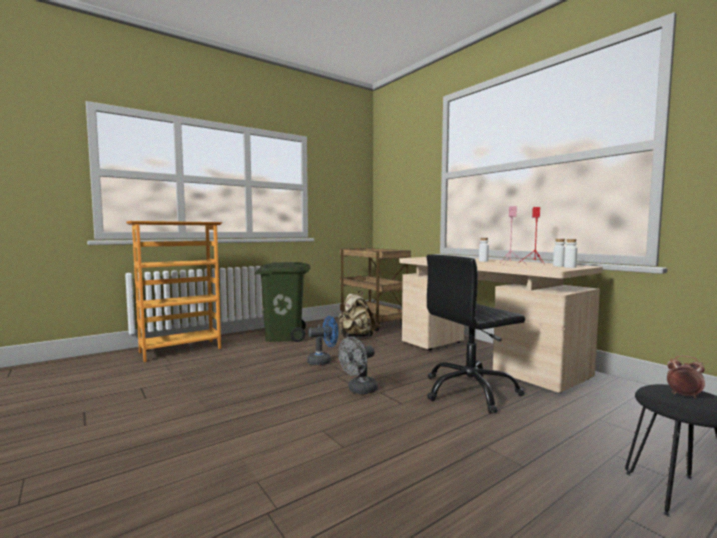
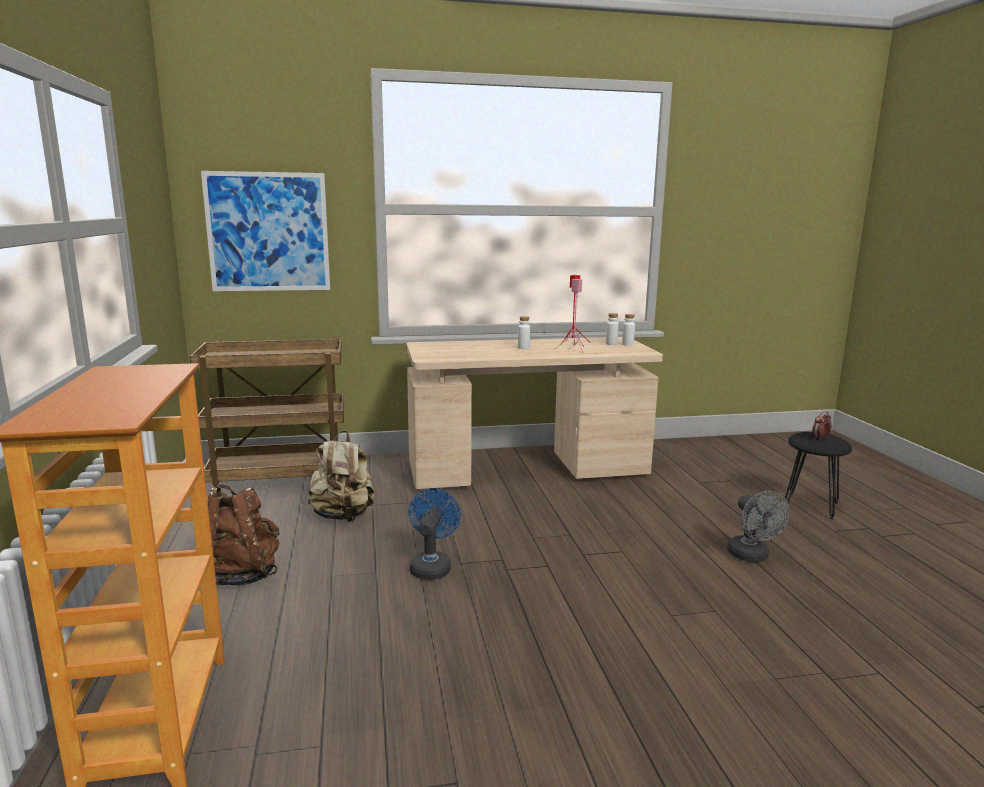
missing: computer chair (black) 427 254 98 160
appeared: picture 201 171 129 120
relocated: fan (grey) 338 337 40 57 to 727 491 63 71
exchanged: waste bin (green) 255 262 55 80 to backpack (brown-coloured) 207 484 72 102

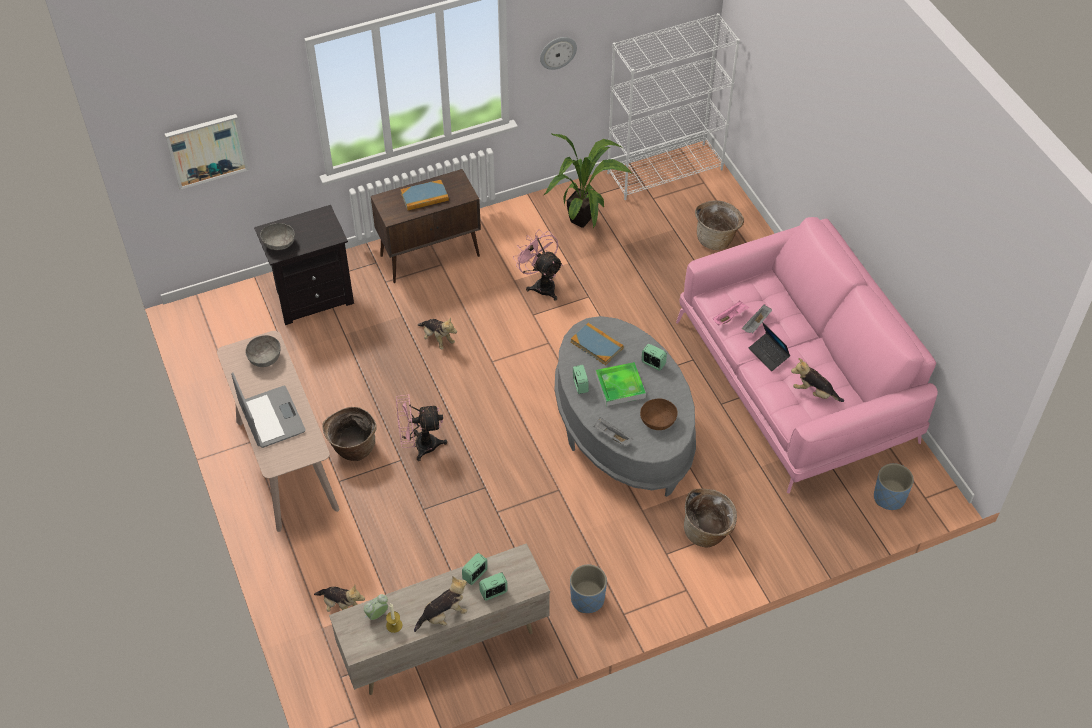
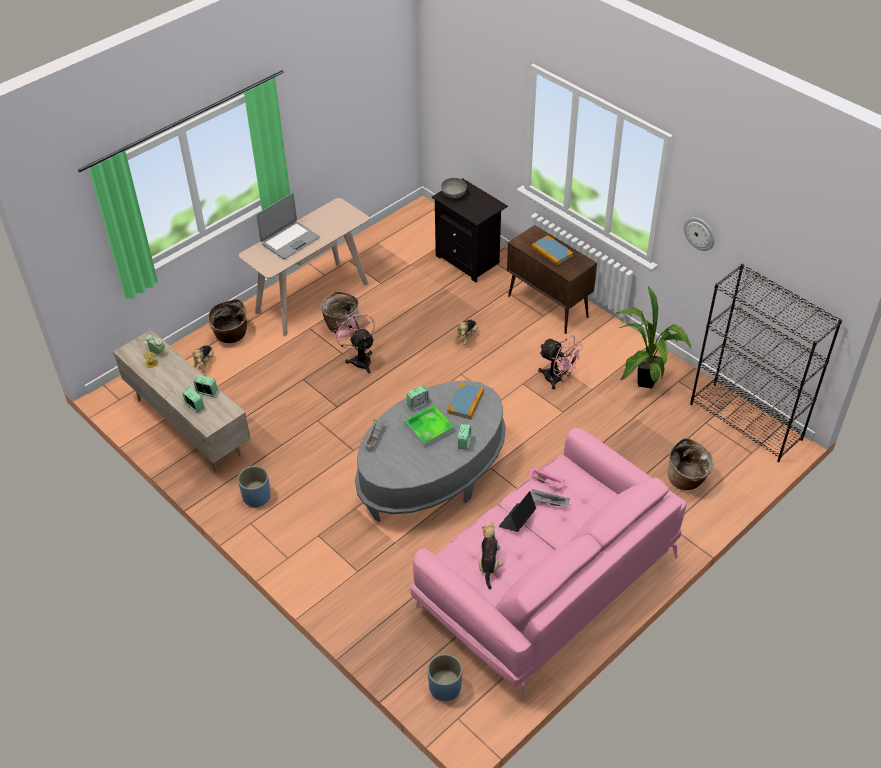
missing: picture 165 114 84 76; deep dish (grey) 245 335 36 32; deep dish (brown-coloured) 640 398 38 32; plush toy 414 576 53 56
relocated: household basket 684 488 53 60 to 208 299 39 44
colour: shelving unit (white) 607 13 133 187 to shelving unit (black) 690 264 152 198
spun: fan (pinkish) 513 229 50 72 = 538 335 45 54 90 degrees clockwise

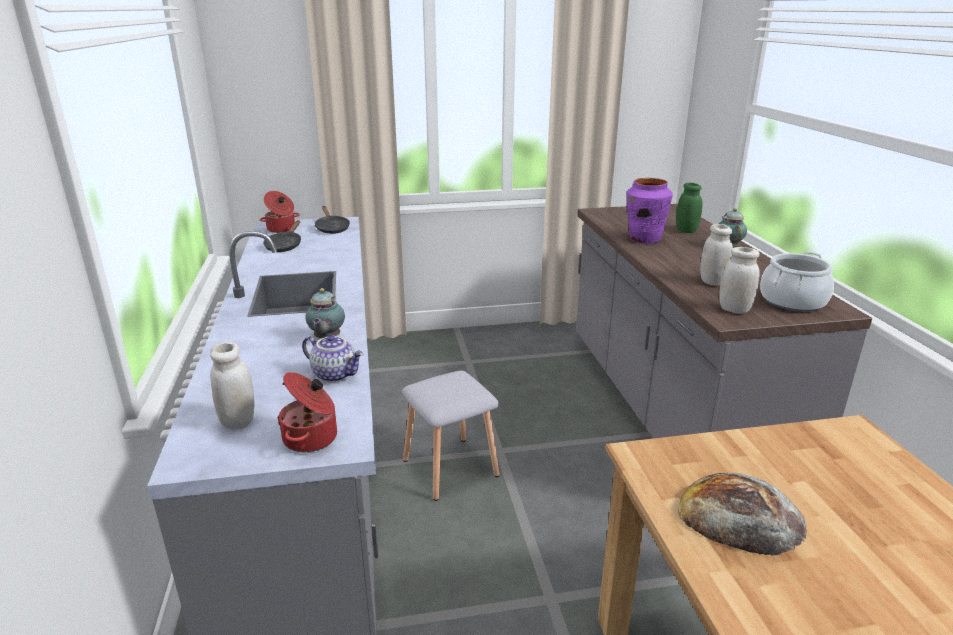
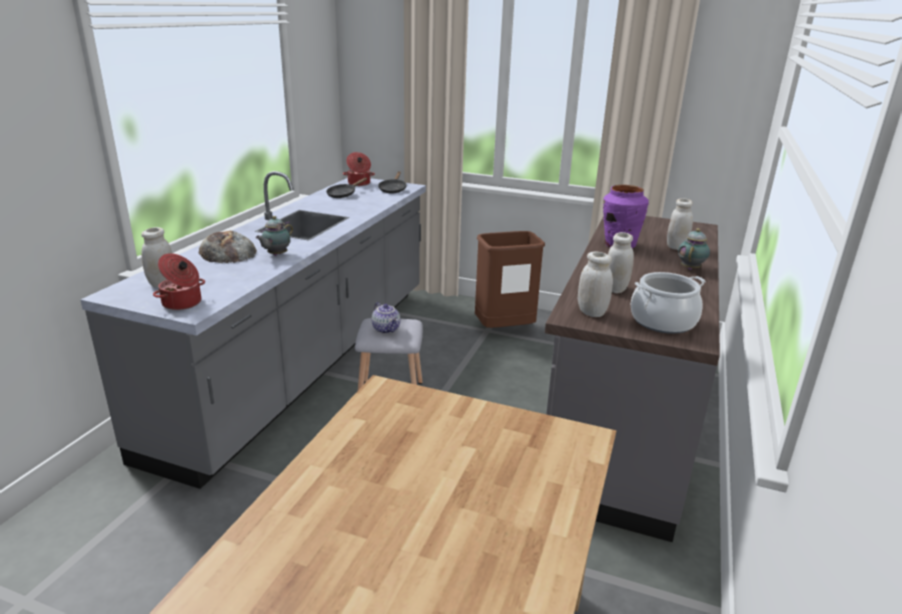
appeared: waste bin (brown-coloured) 475 231 70 97
relocated: teapot 302 335 61 47 to 372 302 28 32; baked bread 678 473 129 83 to 199 231 58 32
colour: storage jar (green) 676 183 26 50 to storage jar (white) 667 198 26 52

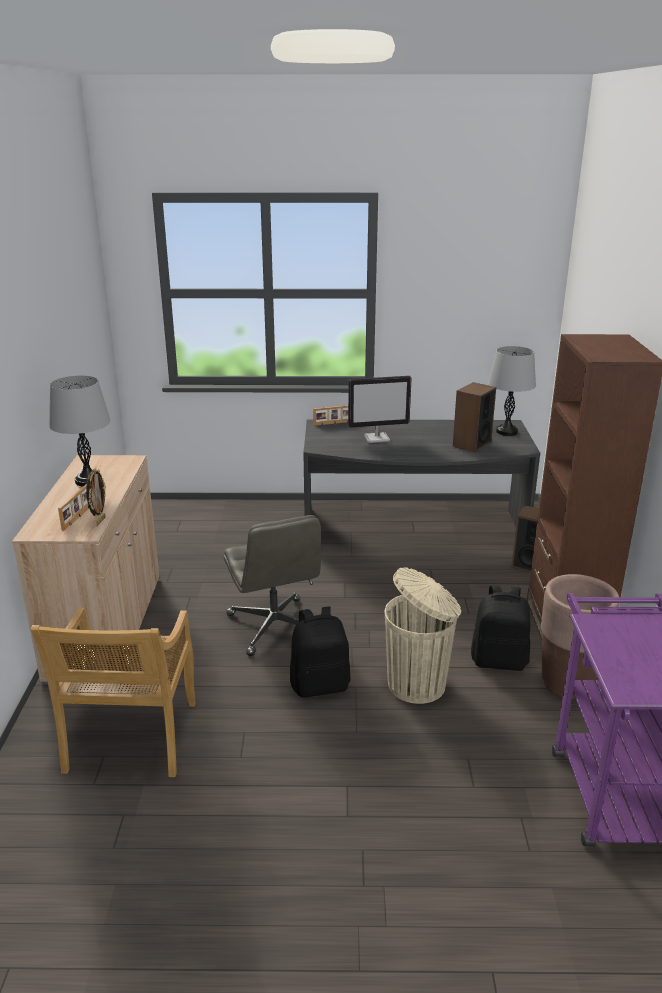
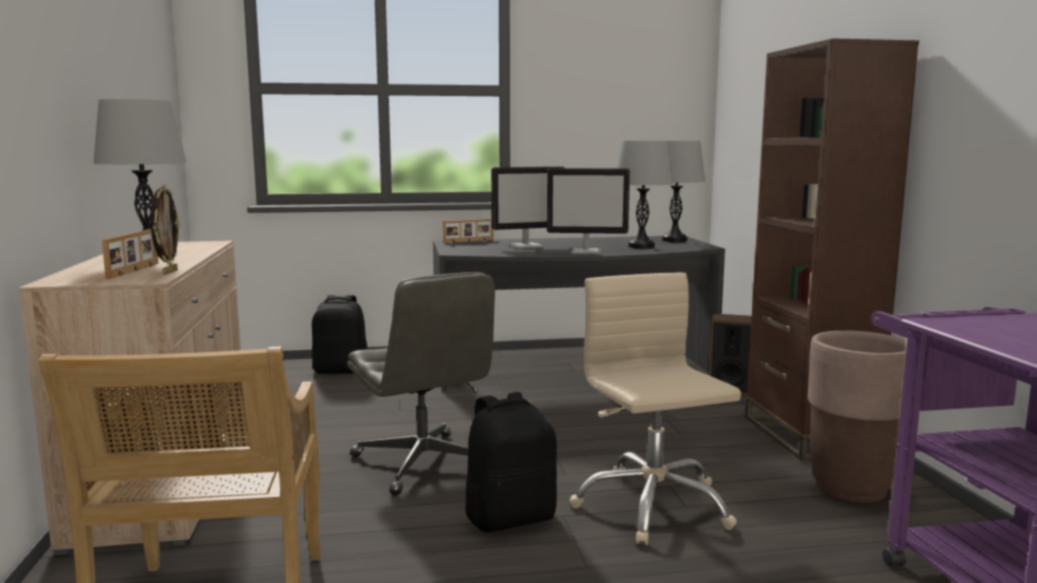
appeared: computer display 547 168 83 86
relocated: backpack (black) 471 585 59 86 to 312 295 56 79
exchanged: loudspeaker 453 382 43 70 to lamp for a table (grey) 617 141 56 107; waste bin (beige) 385 567 76 137 to computer chair (beige) 570 272 171 273

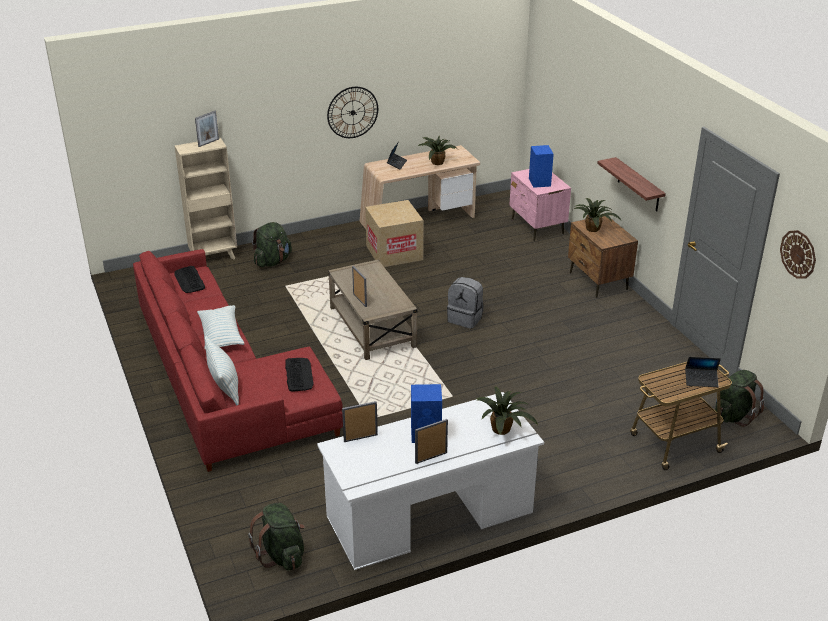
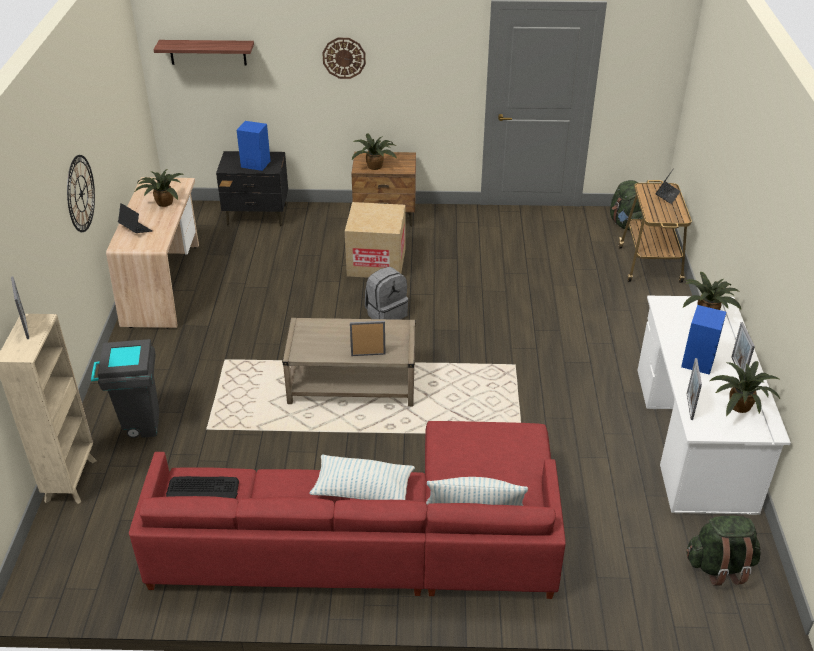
missing: PC keyboard 285 358 29 34
appeared: plant in a pot 710 361 71 55
relocated: shelf 597 157 69 54 to 153 40 101 26; cardboard box 365 200 58 67 to 345 202 60 76; hanging clock 780 230 36 49 to 322 38 44 41
exchanged: backpack (green) 252 222 40 45 to waste bin (grey) 91 339 68 99
colour: nightstand (pinkish) 509 169 62 72 to nightstand (black) 216 151 72 75

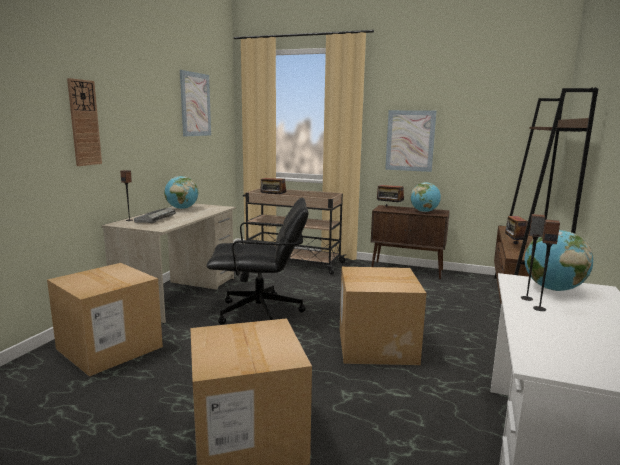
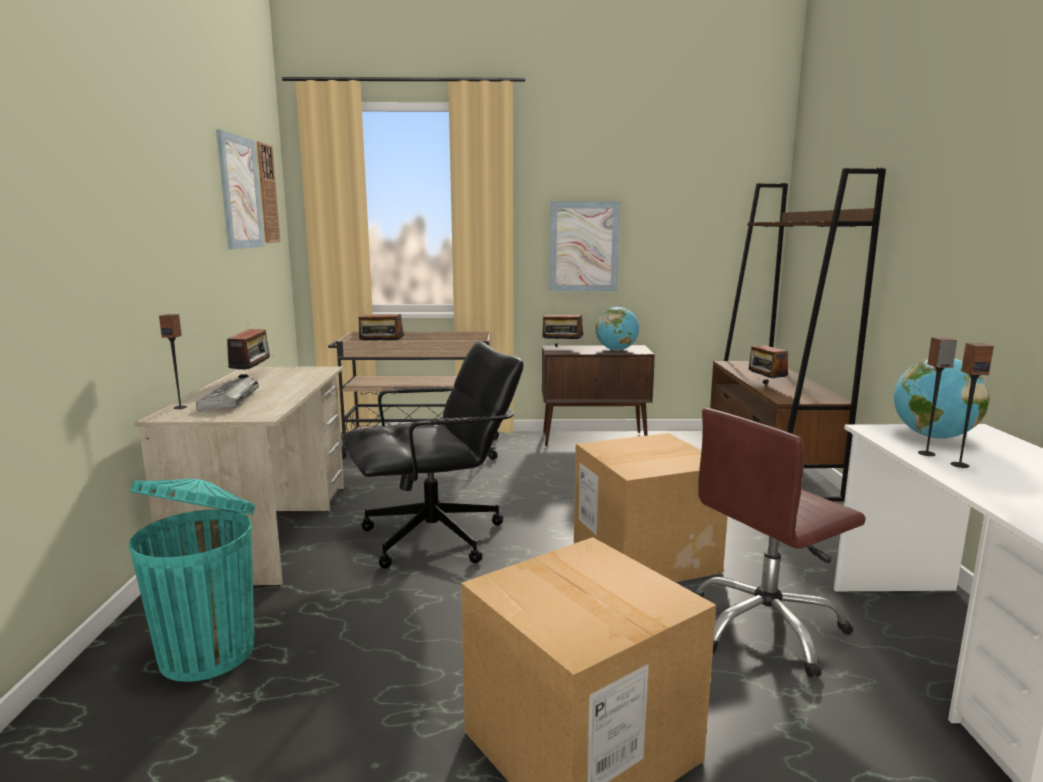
appeared: computer chair (brown-coloured) 692 408 174 269
relocated: hanging clock 67 78 35 88 to 257 141 24 102
exchanged: globe 164 176 34 33 to radio set 222 329 51 50; cardboard box 47 263 116 113 to waste bin (turquoise-coloured) 129 479 127 203

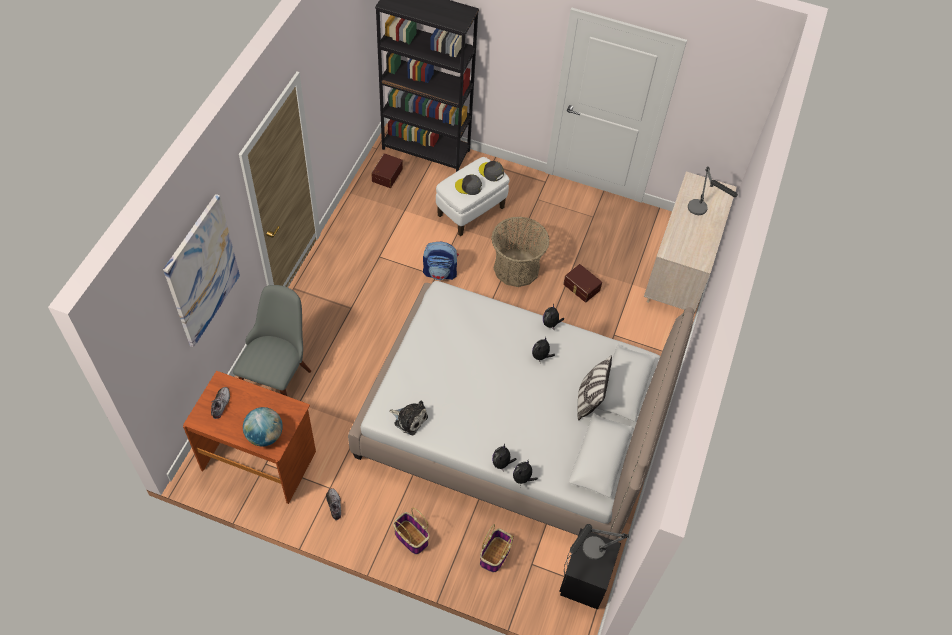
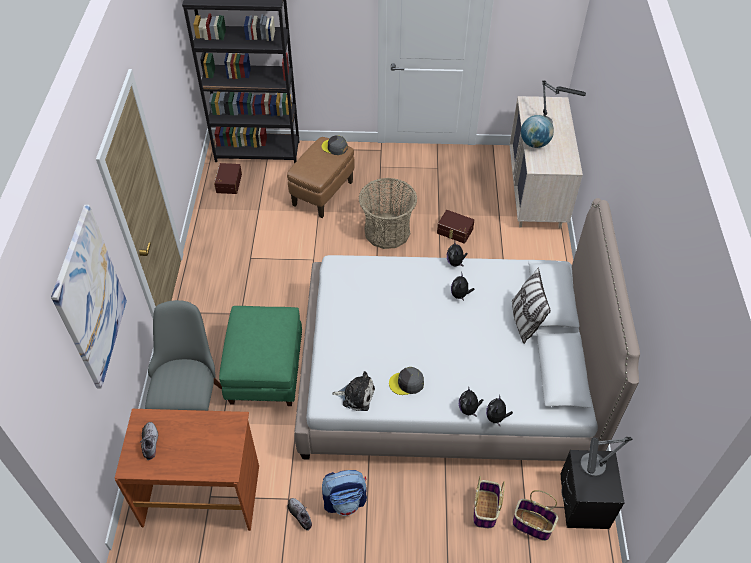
appeared: ottoman (green) 219 306 83 100
relocated: cap (grey) 455 175 27 20 to 389 367 35 28; backpack 423 242 36 38 to 322 470 45 46; globe 243 407 40 39 to 521 115 33 33; household basket 393 508 37 46 to 513 490 45 51
colour: ottoman (white) 436 157 73 80 to ottoman (brown-coloured) 287 137 68 81

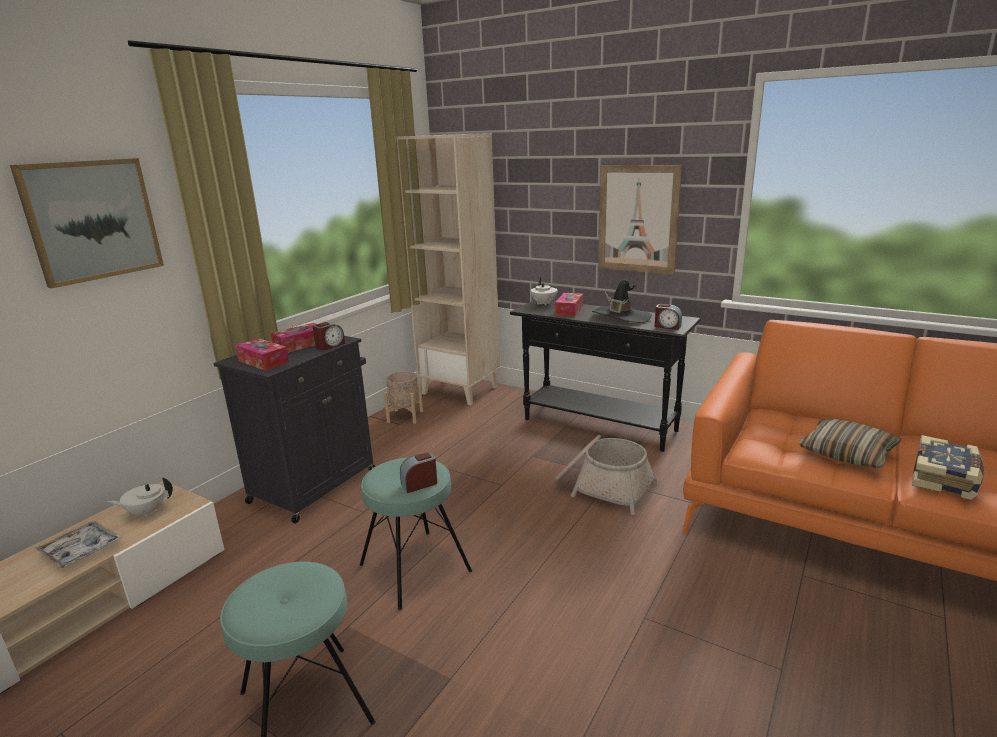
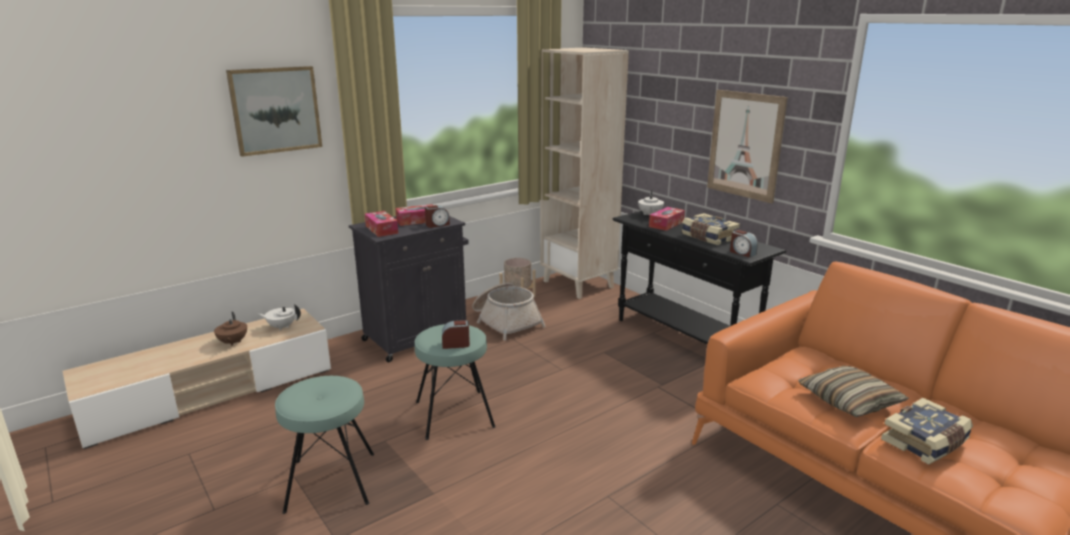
relocated: household basket 555 435 102 80 to 472 282 74 58
exchanged: clothing hat (black) 592 280 60 43 to book 682 213 58 32; tray 35 521 88 48 to teapot (brown-coloured) 214 312 33 34

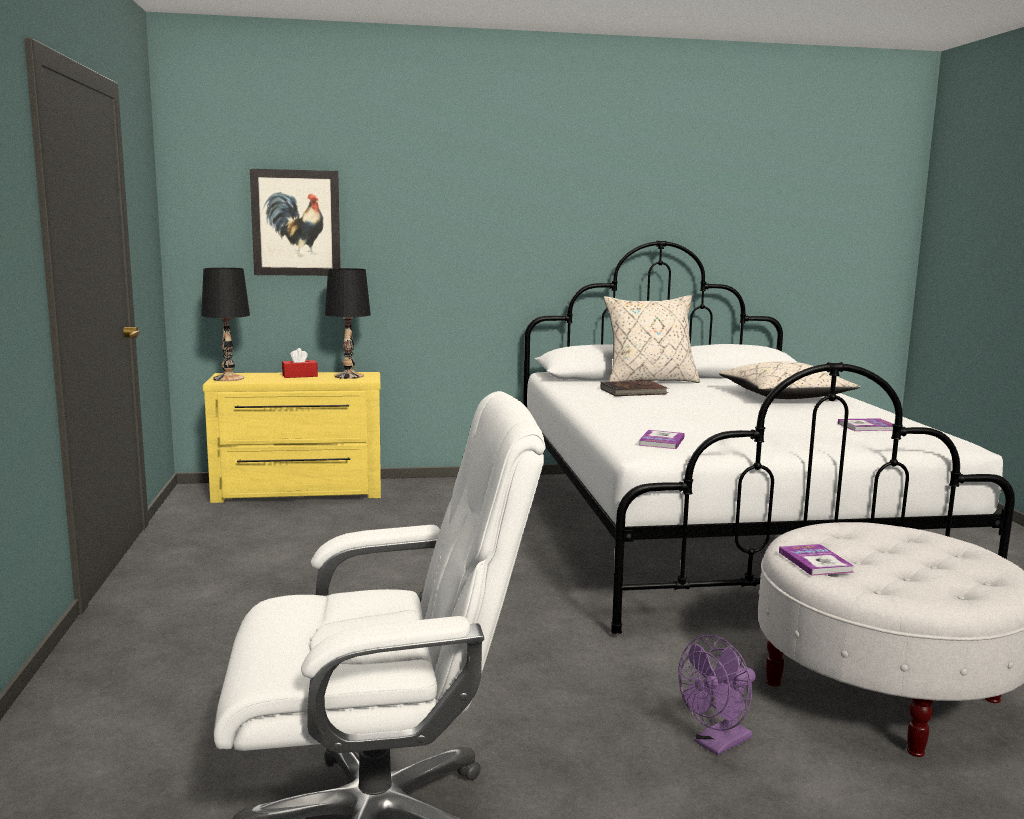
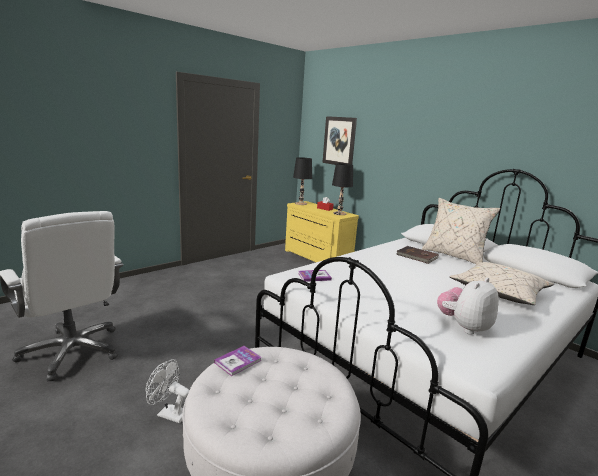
exchanged: book 838 418 55 13 to plush toy 437 278 62 57
colour: fan (purple-coloured) 678 635 78 120 to fan (white) 145 359 44 64

